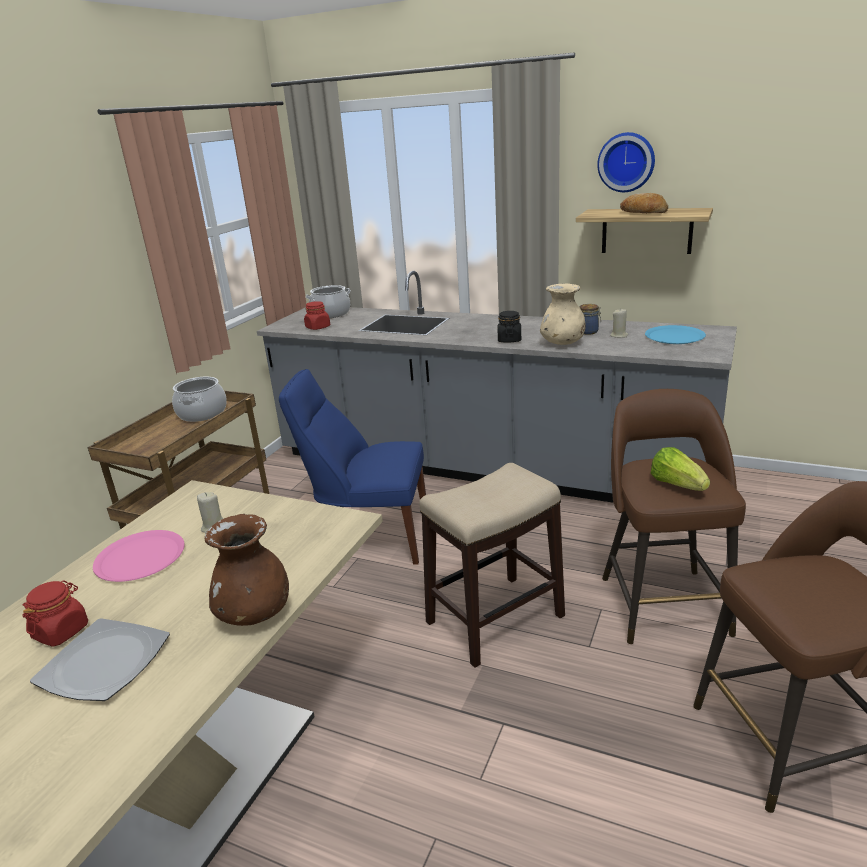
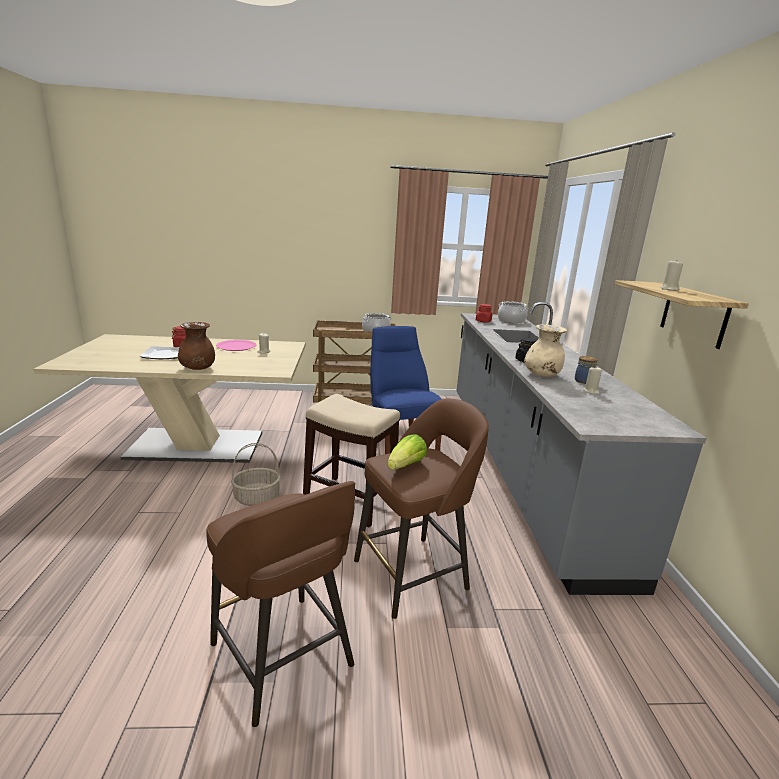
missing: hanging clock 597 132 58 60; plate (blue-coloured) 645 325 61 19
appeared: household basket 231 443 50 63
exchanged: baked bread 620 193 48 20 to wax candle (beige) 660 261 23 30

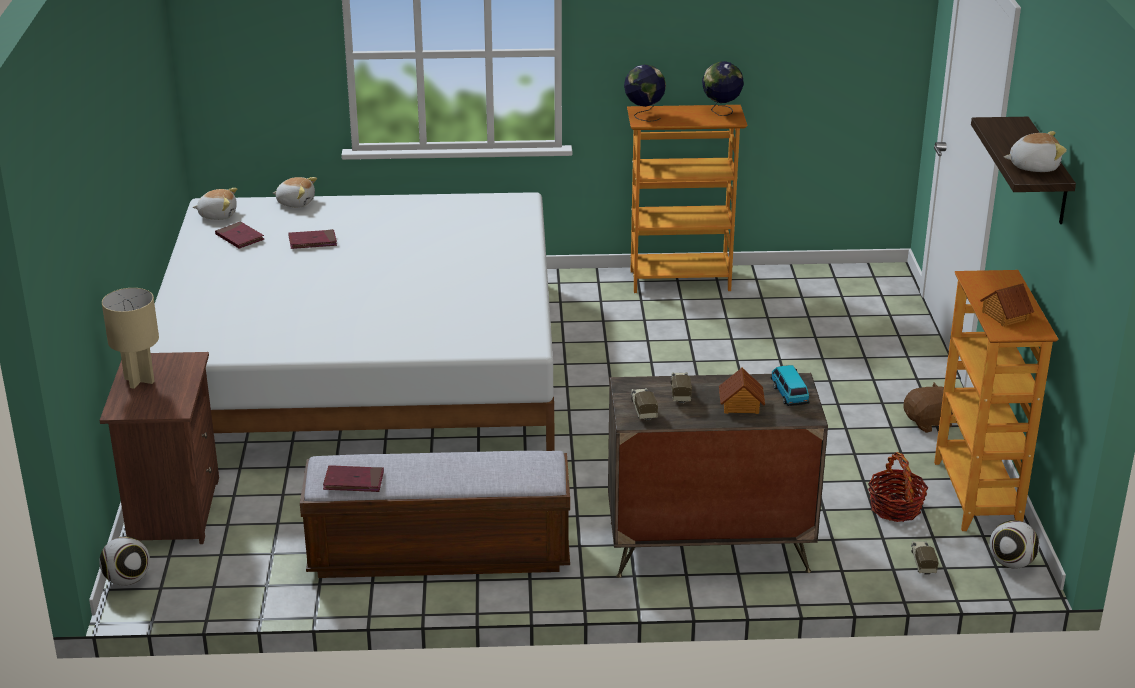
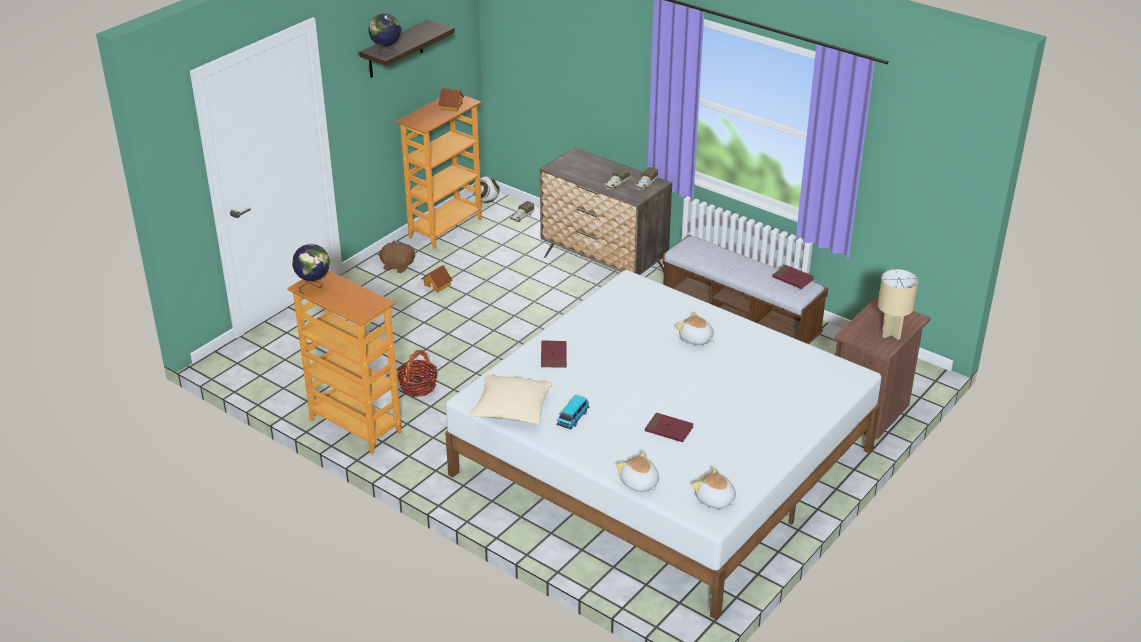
missing: ball for football 99 536 51 50
appeared: cushion (beige) 469 375 84 49
relocated: globe 624 64 42 58 to 368 13 33 44; plush toy 1004 131 63 41 to 676 311 38 34; book (red) 215 221 49 28 to 541 340 26 28; toy car 770 365 40 41 to 557 395 33 34; miniature house 719 367 46 47 to 422 265 30 28; household basket 868 452 60 70 to 397 350 40 47

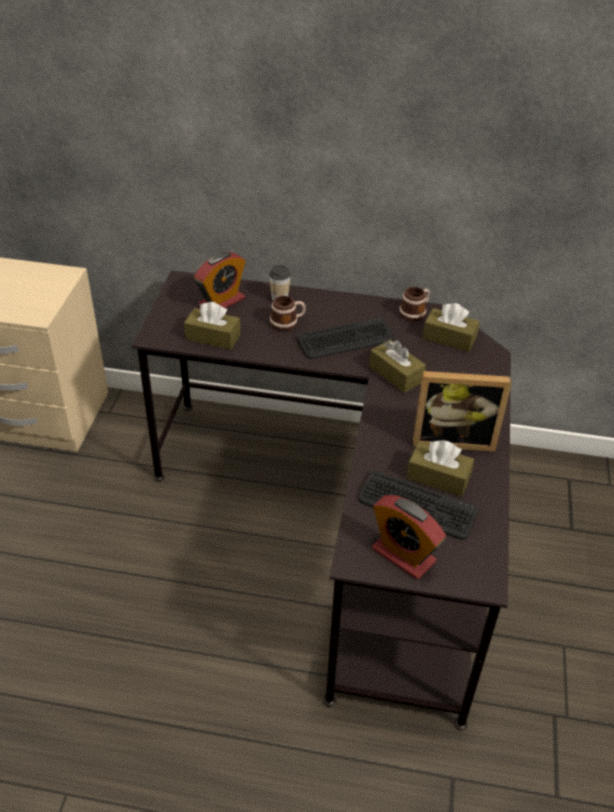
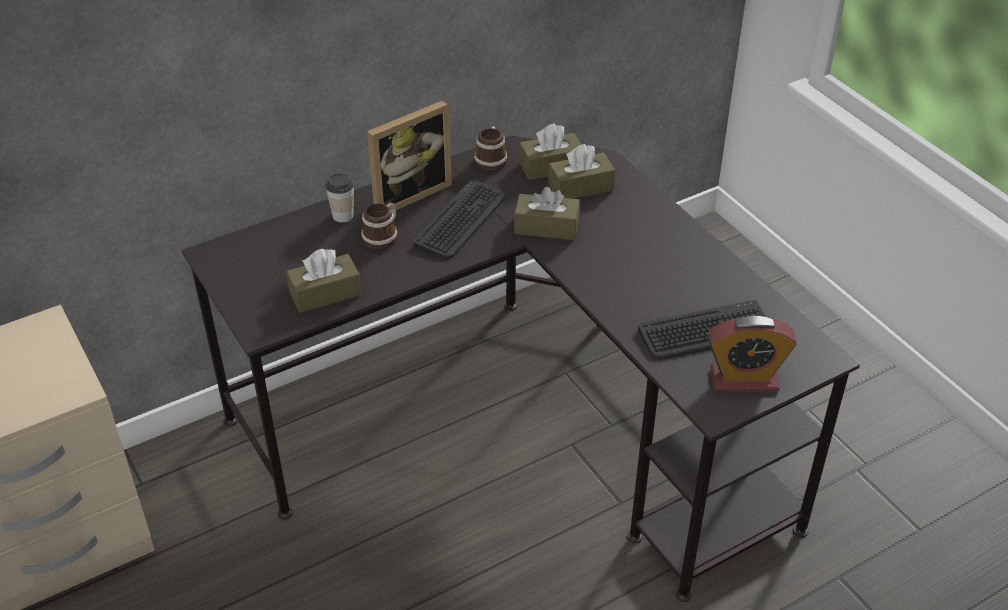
missing: bedside clock 194 251 51 58
relocated: standing frame 413 371 99 81 to 367 100 85 110; tissue box (brown-coloured) 407 440 67 56 to 548 144 67 55

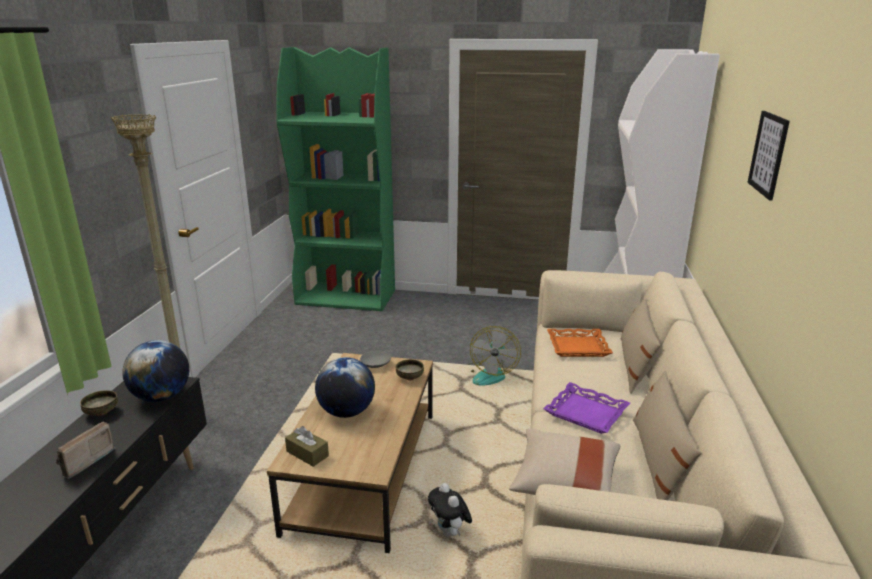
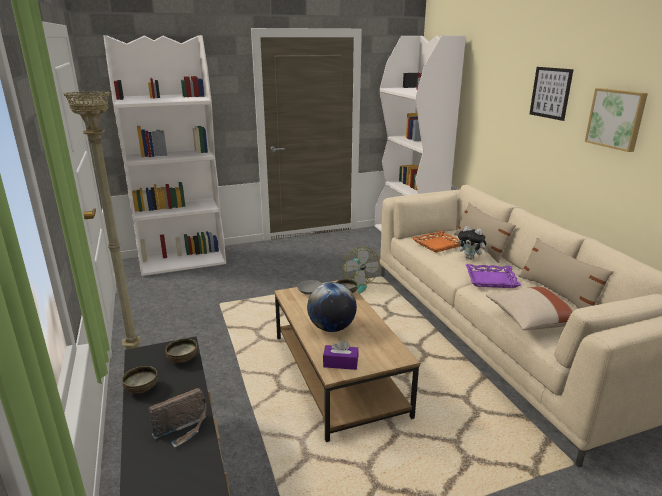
appeared: picture 585 88 63 64
relocated: plush toy 428 483 44 54 to 458 226 29 34
exchanged: globe 122 340 67 62 to deep dish 166 338 32 25
colour: shelving unit (green) 277 47 118 264 to shelving unit (white) 103 35 123 241; tissue box (brown-coloured) 285 426 44 41 to tissue box (purple-coloured) 323 340 36 30
spun: radio set 56 422 59 57 = 149 388 57 60 120 degrees counterclockwise

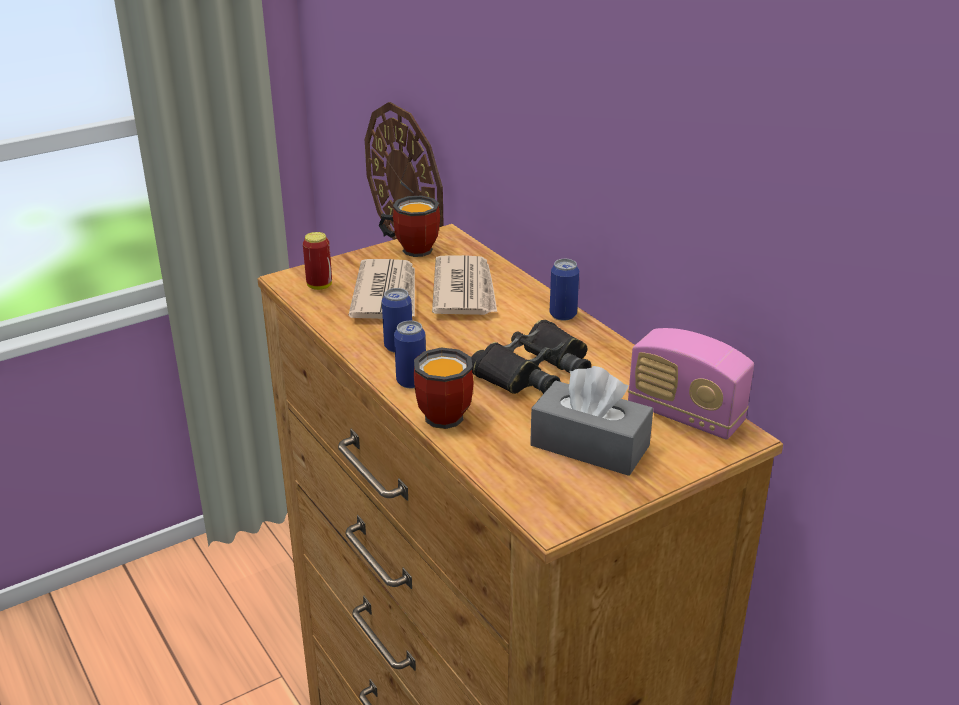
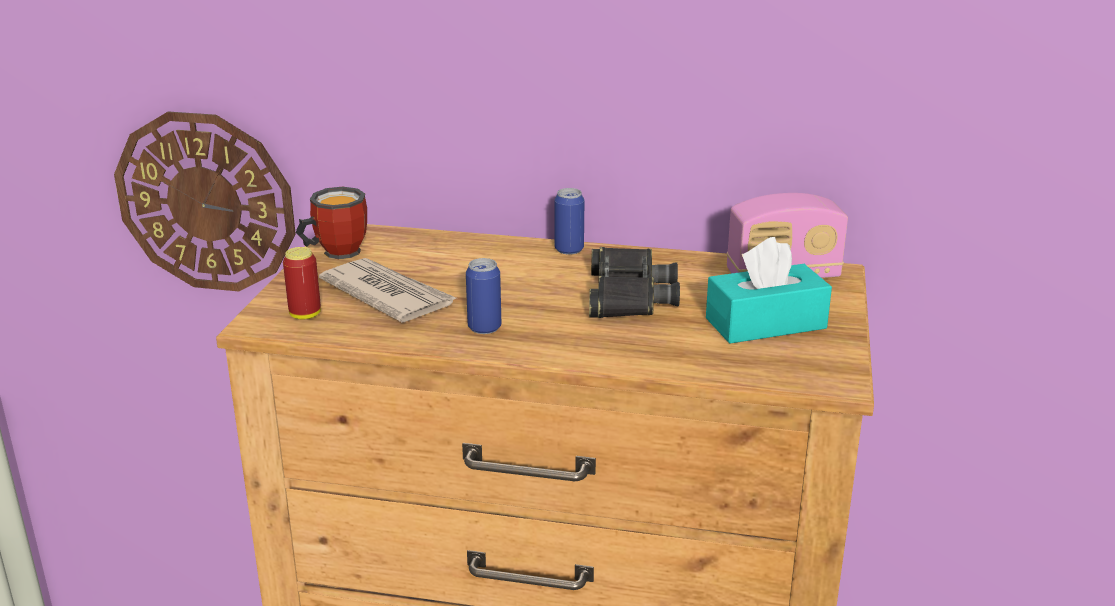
missing: newspaper 432 255 65 60; sealed can 394 321 32 67; coffee mug 414 347 60 82
colour: tissue box (grey) 530 366 123 110 to tissue box (turquoise-coloured) 706 237 126 107

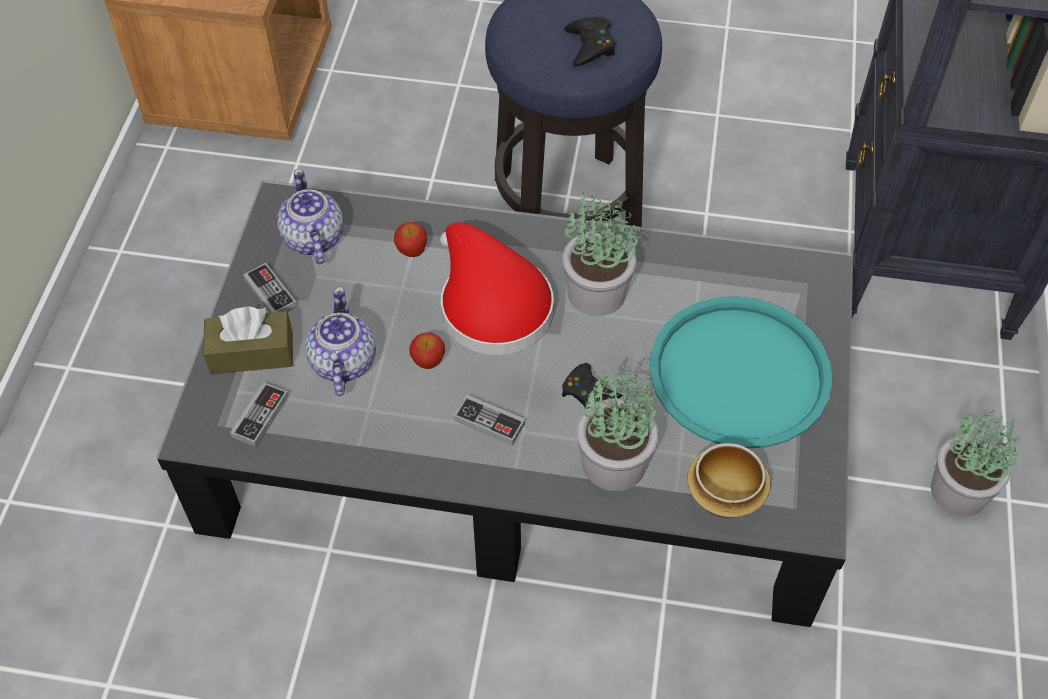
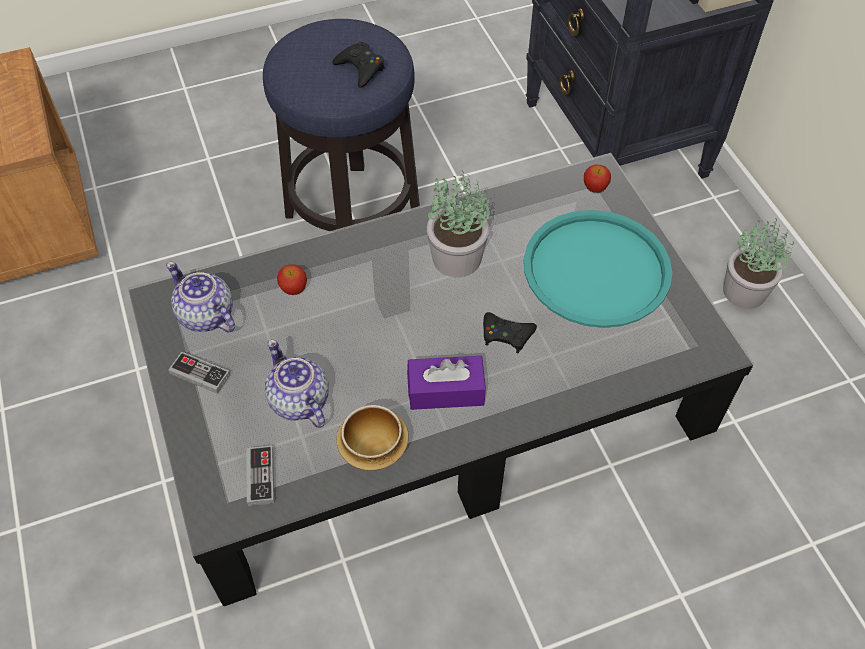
missing: clothing hat (red) 440 222 114 133; tissue box (brown-coloured) 203 307 90 67; plant in a pot 577 367 81 124
relocated: apple fruit 409 332 36 37 to 584 164 27 29; deep dish 687 443 84 75 to 336 405 73 66
exchanged: joypad 454 395 71 51 to tissue box (purple-coloured) 407 356 79 54

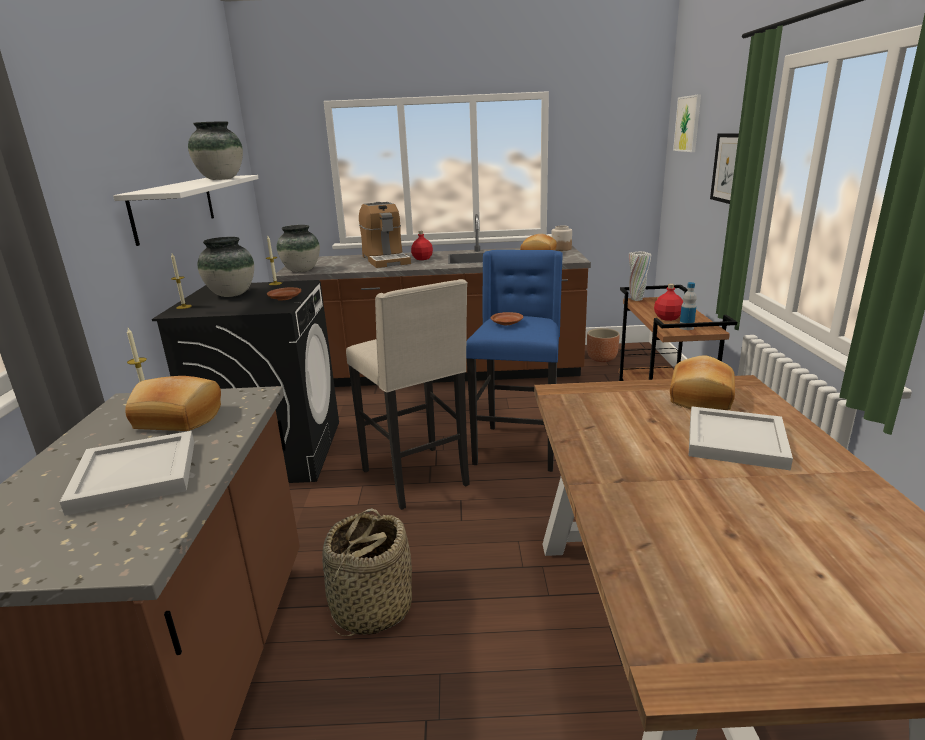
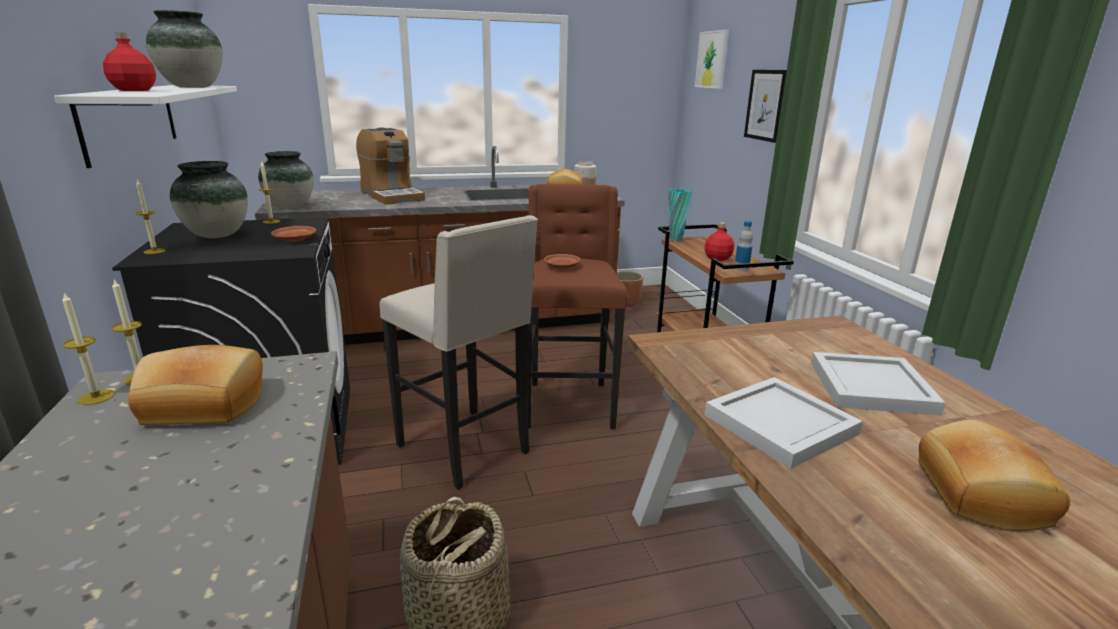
appeared: wax candle 62 293 53 112
relocated: bottle (red) 411 231 22 29 to 103 32 53 59; baked bread 670 356 65 54 to 918 420 152 112; tray (white) 60 431 134 85 to 705 377 158 92
colour: sitting stool (blue-coloured) 466 250 97 222 to sitting stool (brown-coloured) 528 184 99 245; flower vase (white) 629 251 23 50 to flower vase (turquoise-coloured) 669 189 24 52

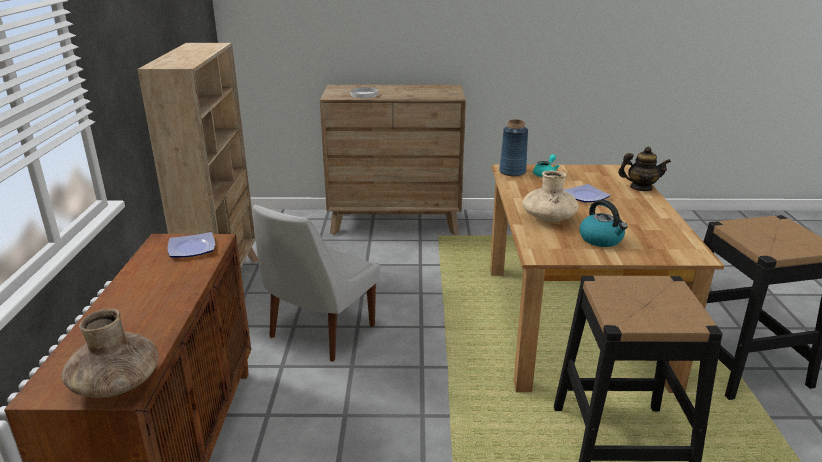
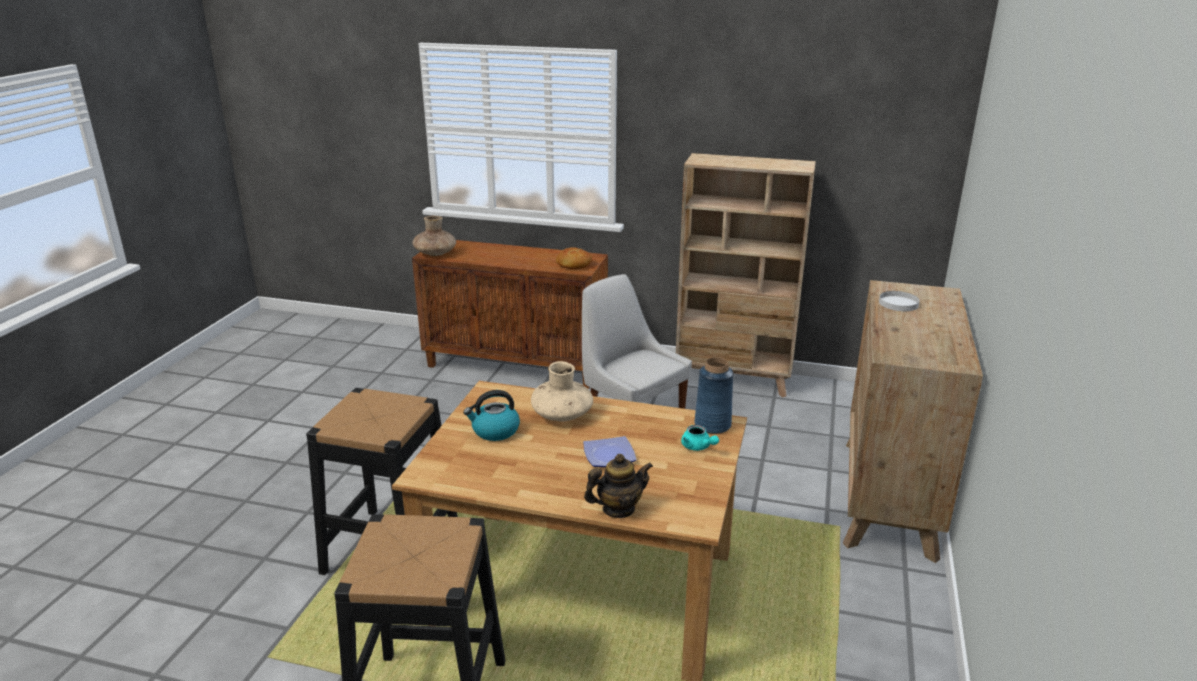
exchanged: plate 168 232 47 26 to baked bread 556 247 36 22
spun: teapot 618 147 53 44 = 584 454 69 64 135 degrees counterclockwise

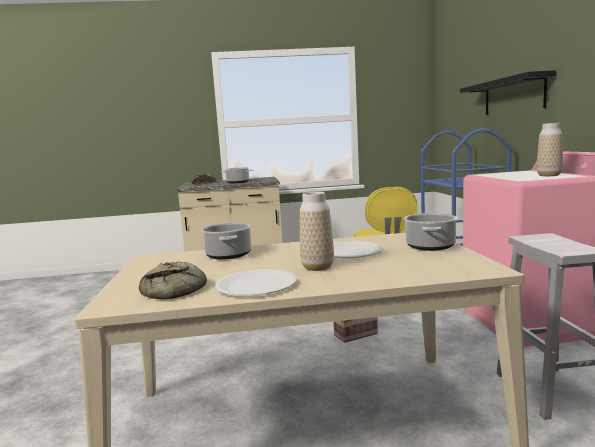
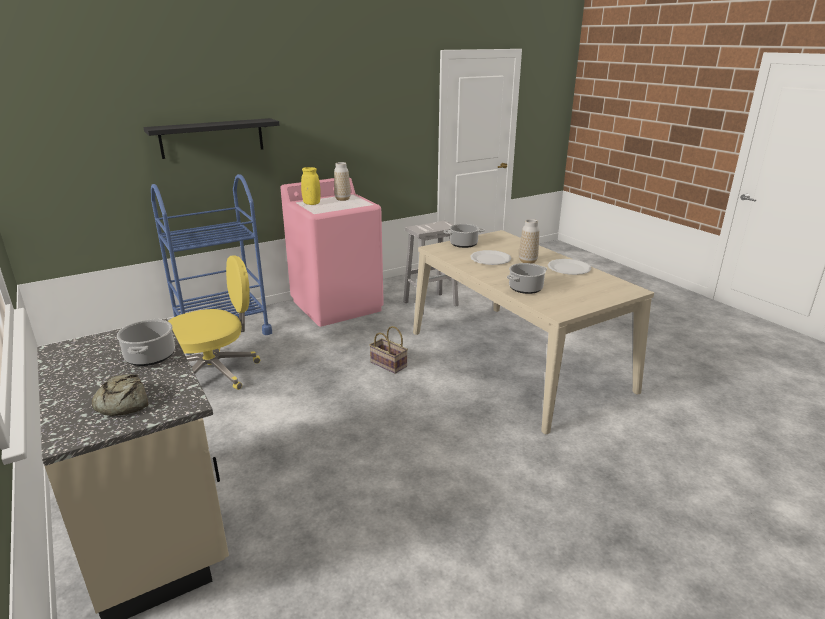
missing: baked bread 139 261 68 39
appeared: flower vase (yellowish) 301 167 20 38

